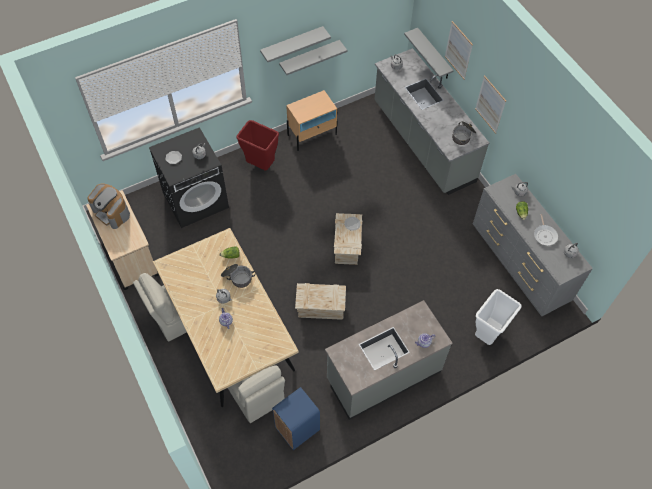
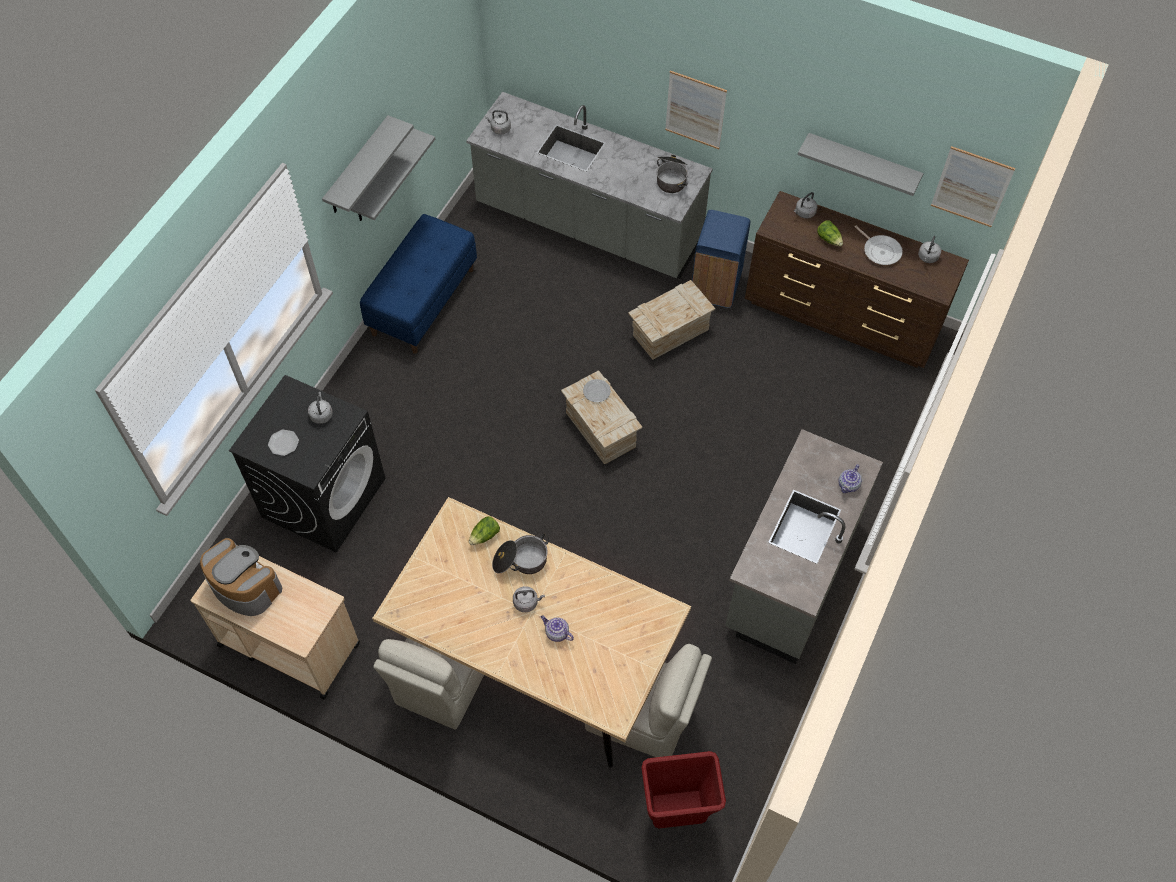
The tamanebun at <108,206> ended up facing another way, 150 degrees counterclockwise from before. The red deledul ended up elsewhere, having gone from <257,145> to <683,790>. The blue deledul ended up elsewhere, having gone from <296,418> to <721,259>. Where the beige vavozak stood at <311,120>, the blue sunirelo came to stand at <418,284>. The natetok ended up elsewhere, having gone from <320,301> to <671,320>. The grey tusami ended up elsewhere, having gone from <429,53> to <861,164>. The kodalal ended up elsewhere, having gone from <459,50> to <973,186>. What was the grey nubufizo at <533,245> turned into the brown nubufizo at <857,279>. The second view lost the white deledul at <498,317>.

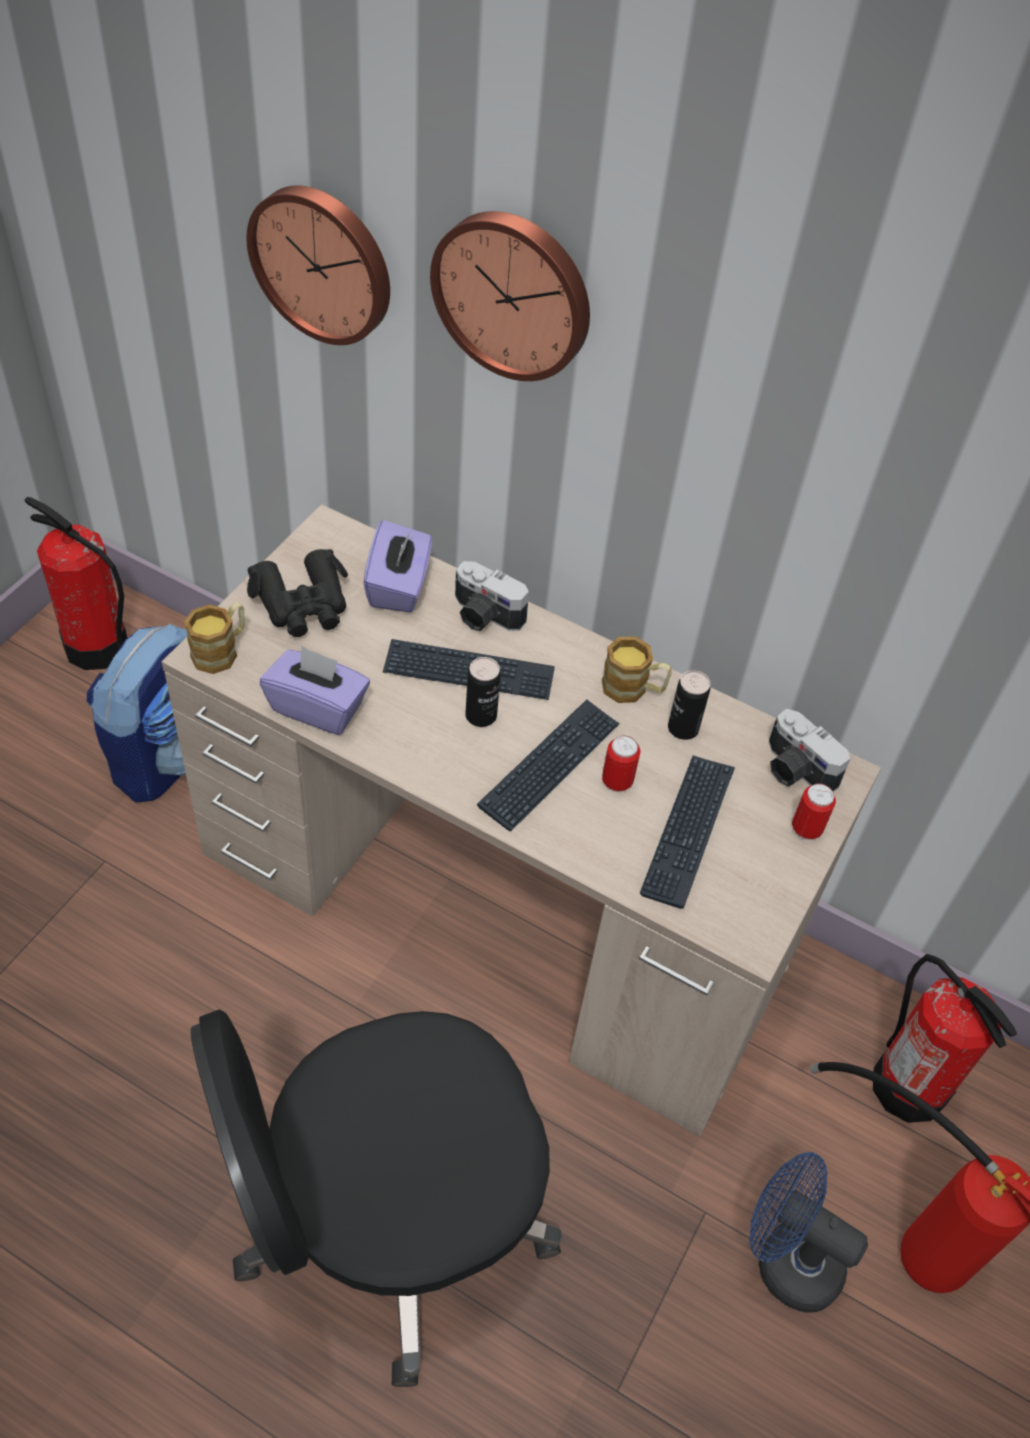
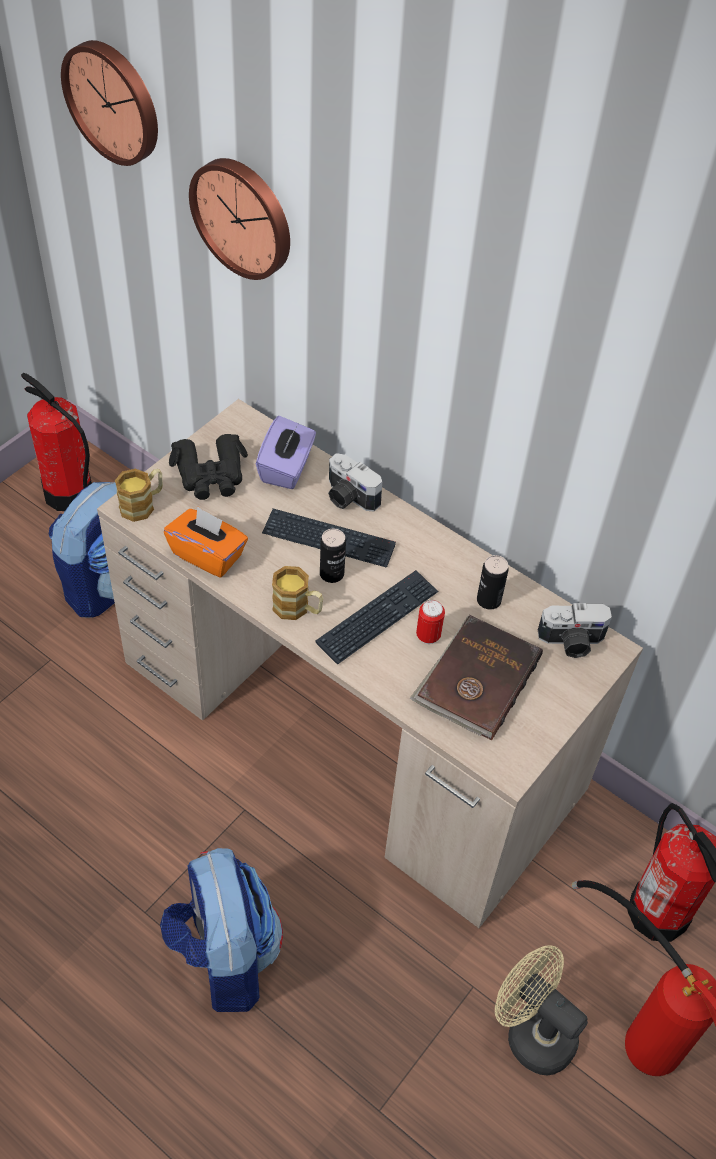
Where the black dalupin stood at <377,1198>, the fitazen came to stand at <221,930>. What was the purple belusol at <315,690> turned into the orange belusol at <206,541>. The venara ended up elsewhere, having gone from <510,296> to <109,103>. The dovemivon ended up elsewhere, having gone from <637,669> to <297,593>. Where the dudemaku stood at <687,831>, the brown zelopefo came to stand at <476,677>. What was the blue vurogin at <809,1232> turned into the beige vurogin at <541,1010>. The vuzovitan at <809,750> ended up facing another way, 60 degrees counterclockwise from before. The second view lost the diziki at <814,812>.

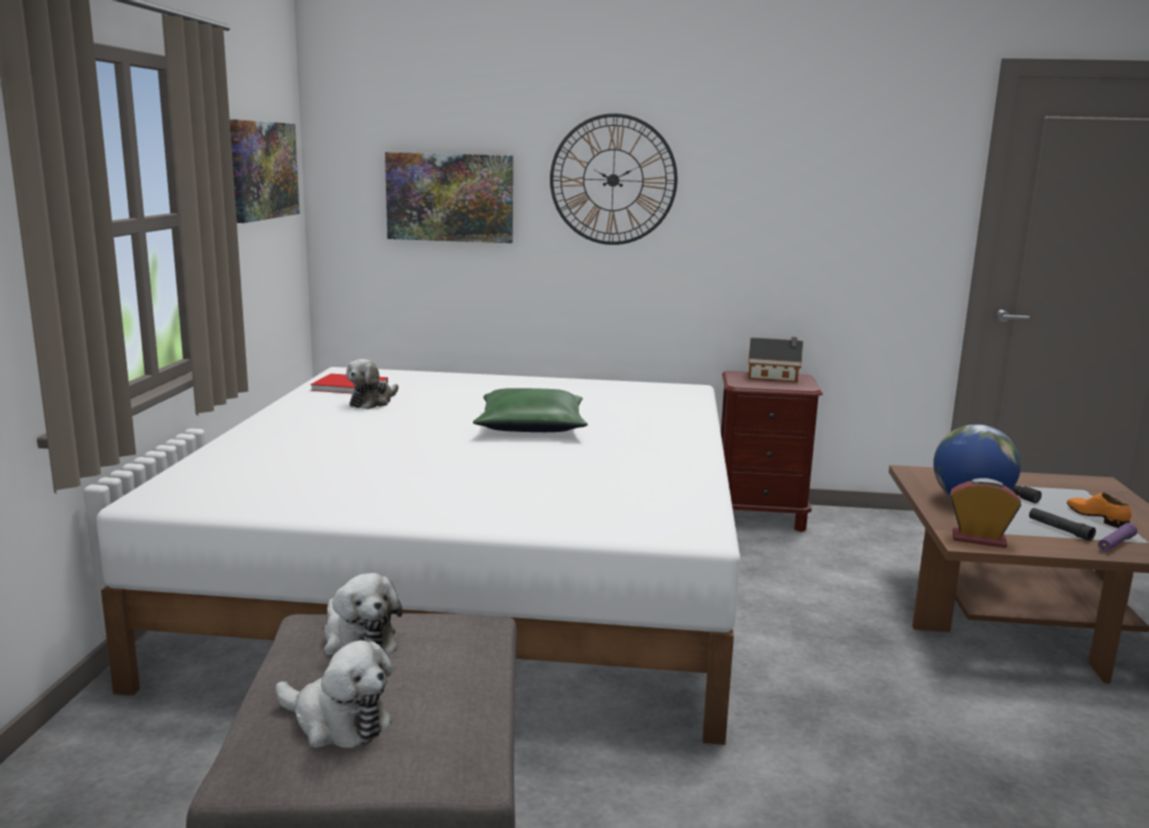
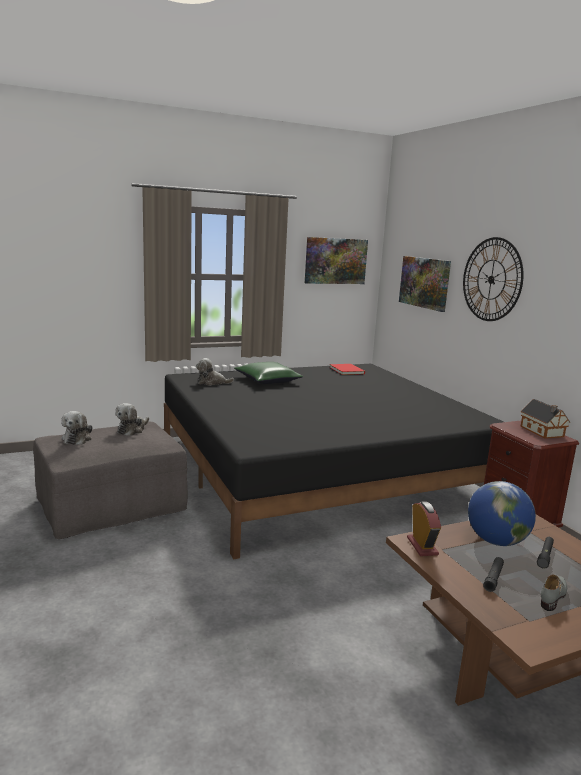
What was the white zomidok at <418,556> turned into the black zomidok at <334,461>. The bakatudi ended up elsewhere, having gone from <372,384> to <215,371>. The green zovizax ended up elsewhere, having gone from <530,410> to <268,373>. What was the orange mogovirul at <1099,510> turned into the grey mogovirul at <554,592>. The second view lost the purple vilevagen at <1117,537>.

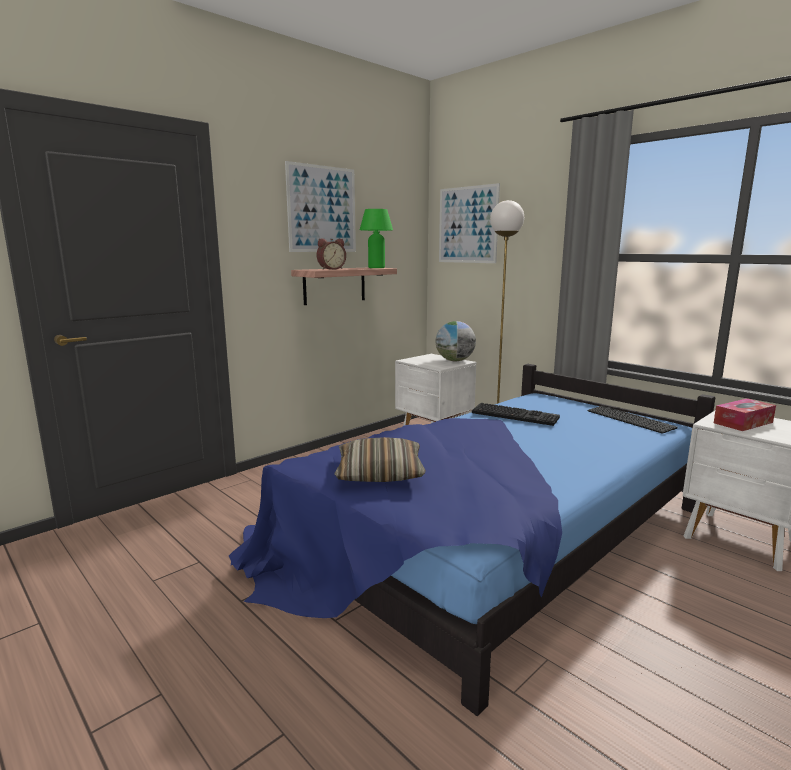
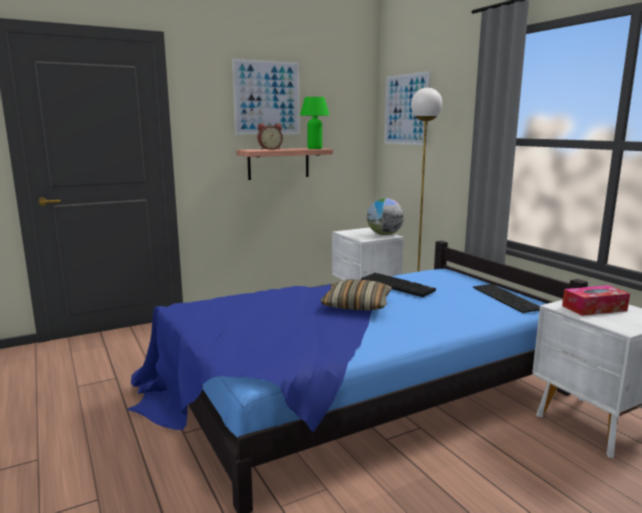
The zovizax ended up elsewhere, having gone from <380,459> to <356,295>.

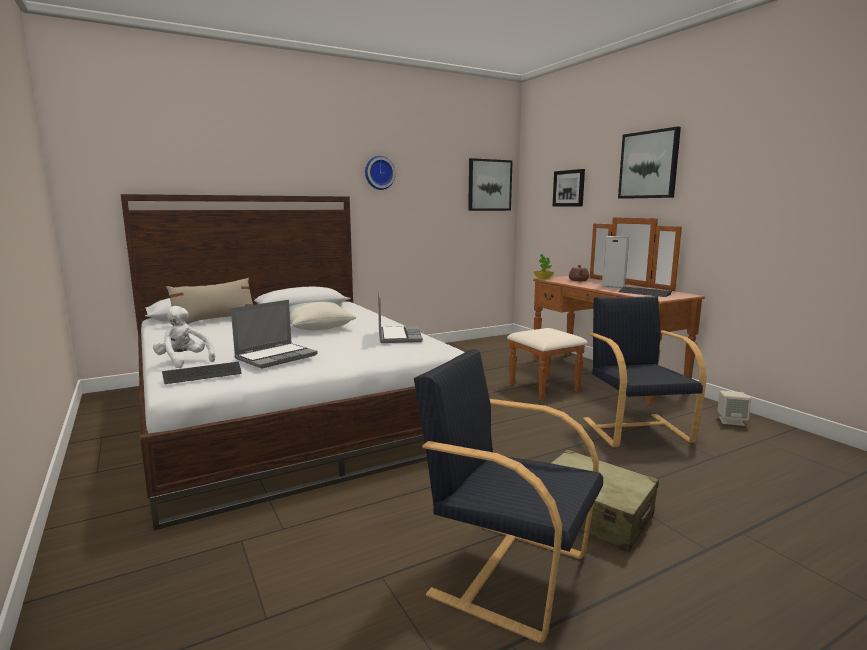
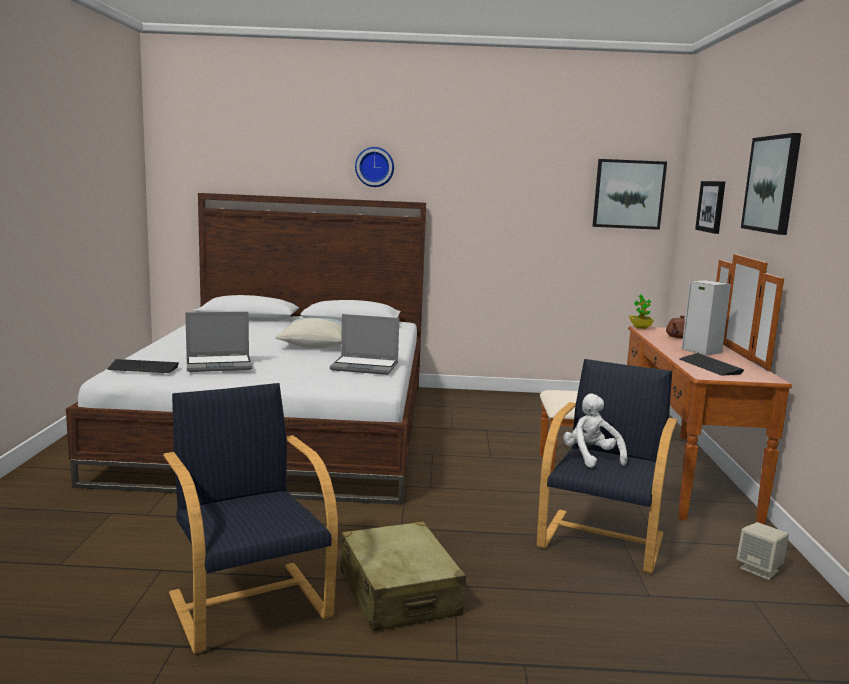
The white bakatudi ended up elsewhere, having gone from <184,337> to <595,430>. The second view lost the beige zovizax at <209,301>. The venara ended up elsewhere, having gone from <380,173> to <374,167>. The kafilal at <400,316> ended up facing another way, 75 degrees clockwise from before.

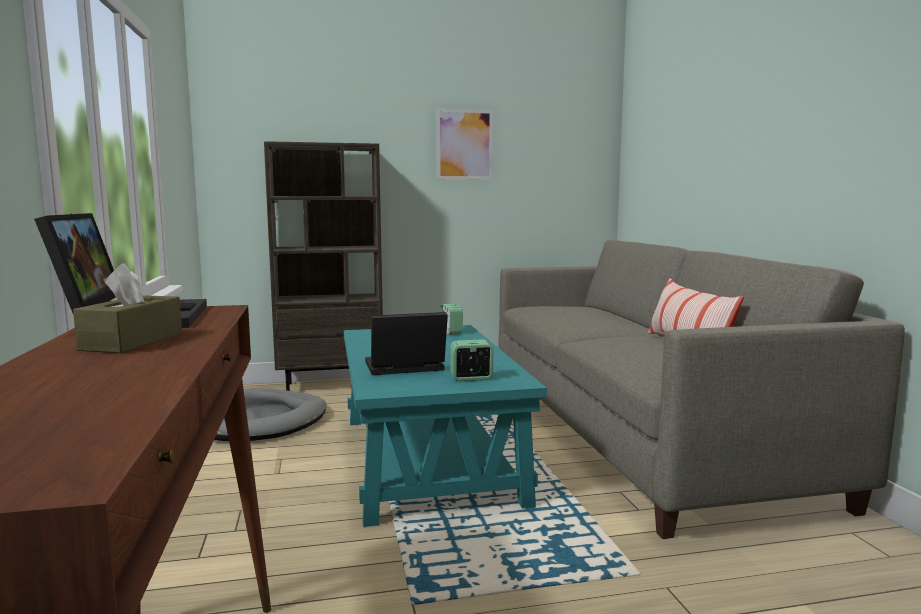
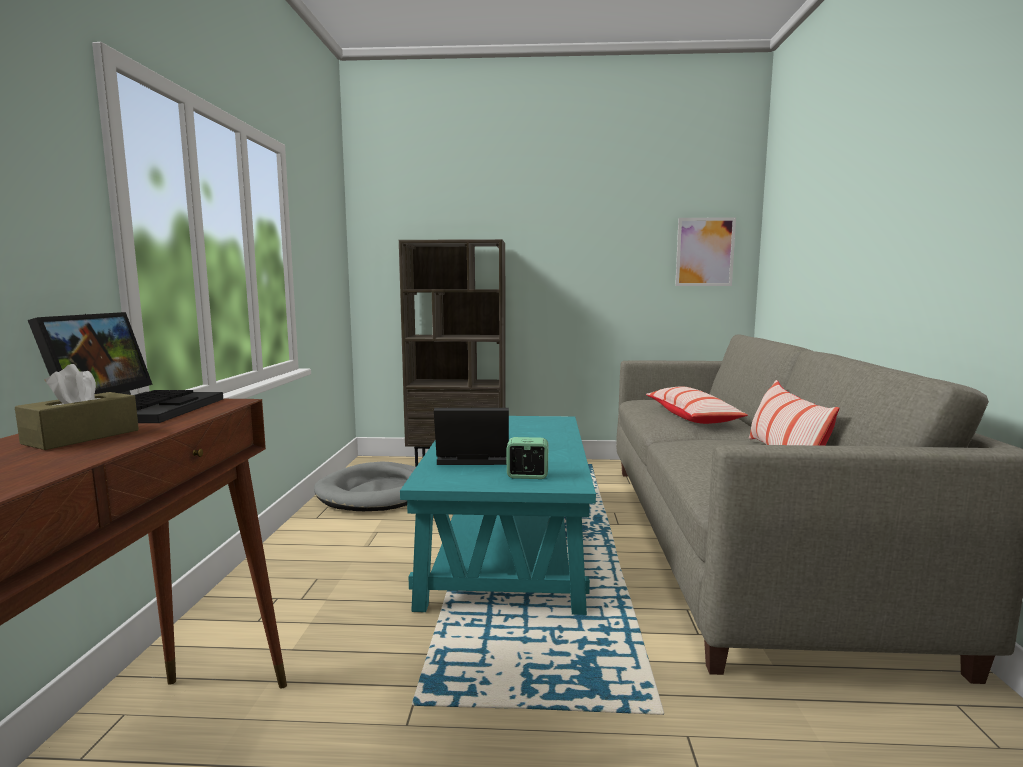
The kodalal ended up elsewhere, having gone from <465,144> to <705,251>. The second view lost the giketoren at <451,319>. The second view gained the zovizax at <697,405>.

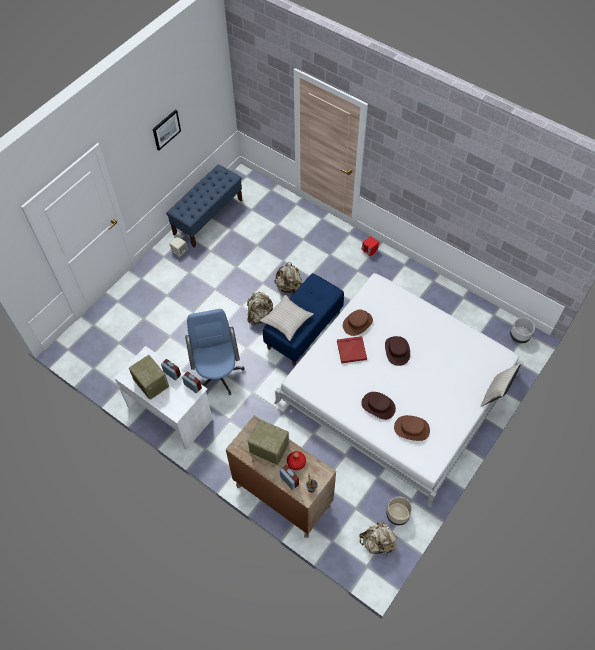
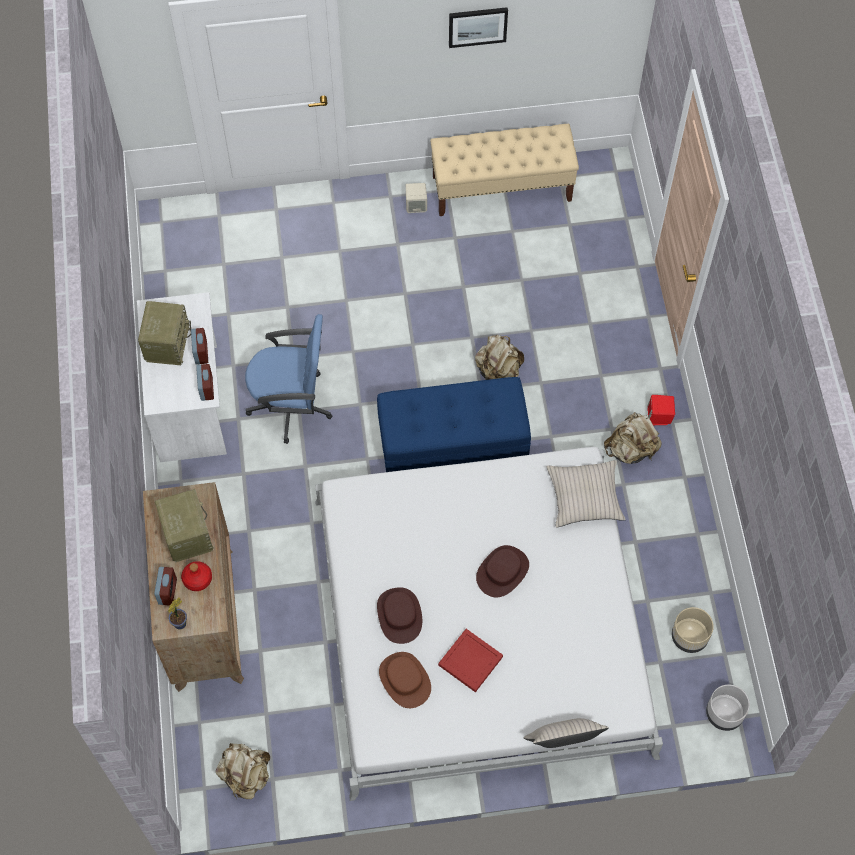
What was the blue sunirelo at <204,206> turned into the beige sunirelo at <504,170>. The blue dalupin at <214,352> ended up facing another way, 60 degrees clockwise from before. The beige fitazen ended up elsewhere, having gone from <260,308> to <633,438>. The beige zovizax ended up elsewhere, having gone from <287,318> to <586,494>. The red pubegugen ended up elsewhere, having gone from <352,349> to <470,660>. The second view lost the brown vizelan at <358,322>. The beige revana ended up elsewhere, having gone from <399,511> to <693,630>.

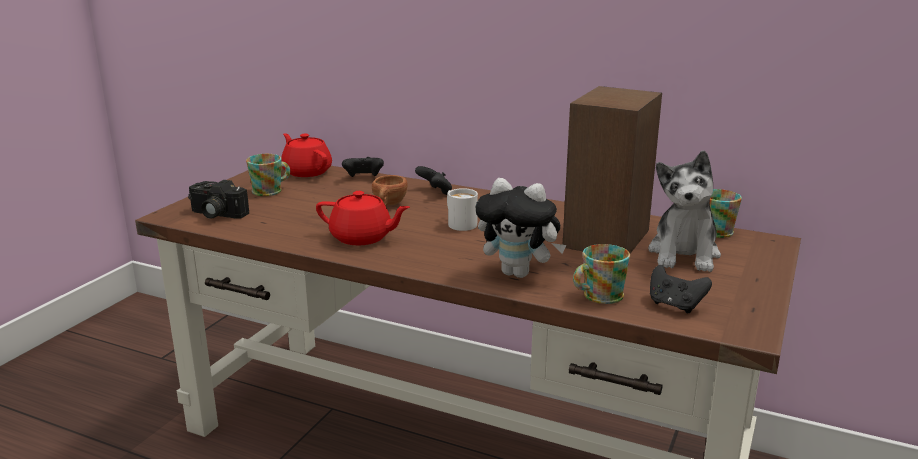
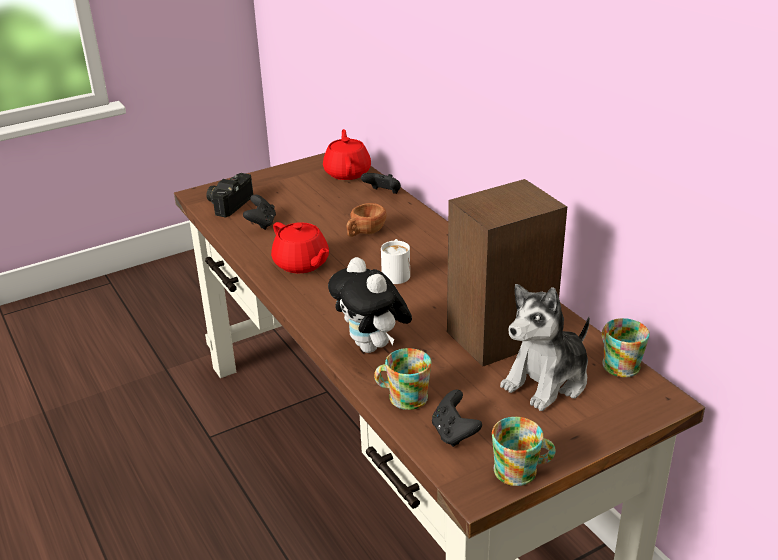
The vuzovitan at <218,199> ended up facing another way, 60 degrees clockwise from before. The dovemivon ended up elsewhere, having gone from <268,175> to <524,451>. The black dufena ended up elsewhere, having gone from <433,180> to <259,212>.

